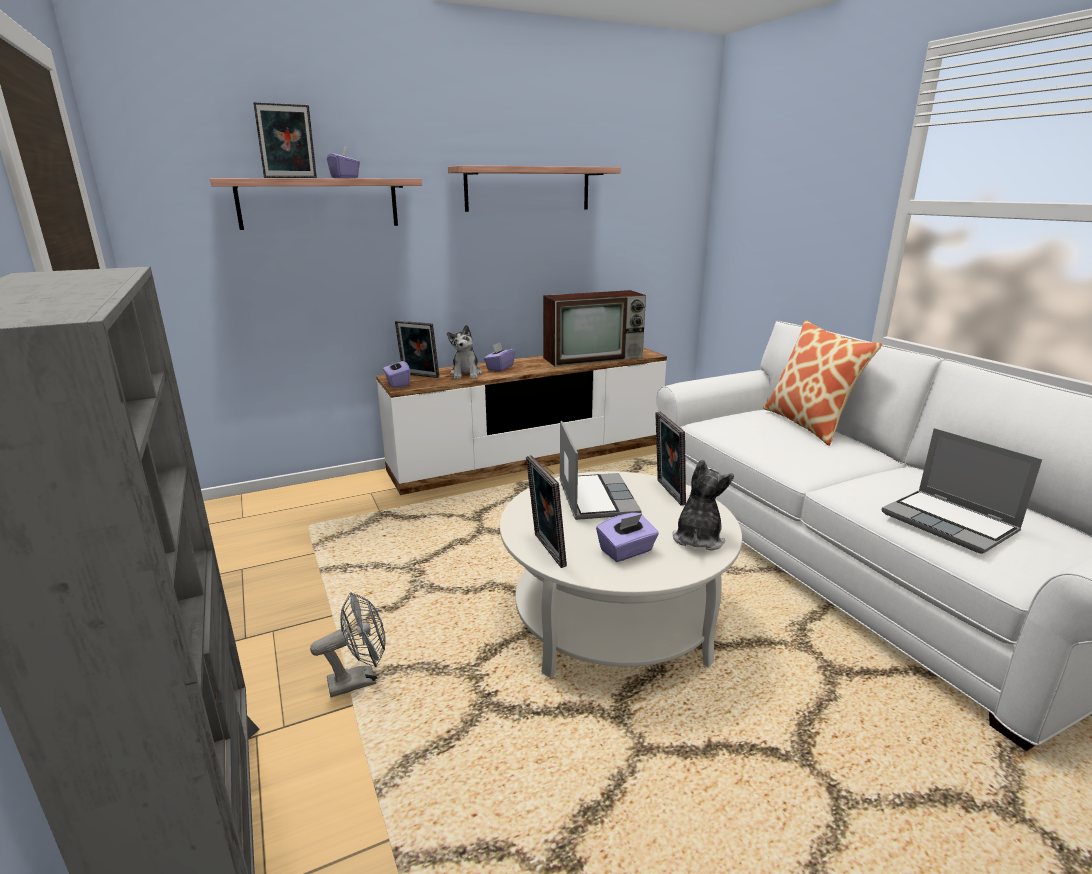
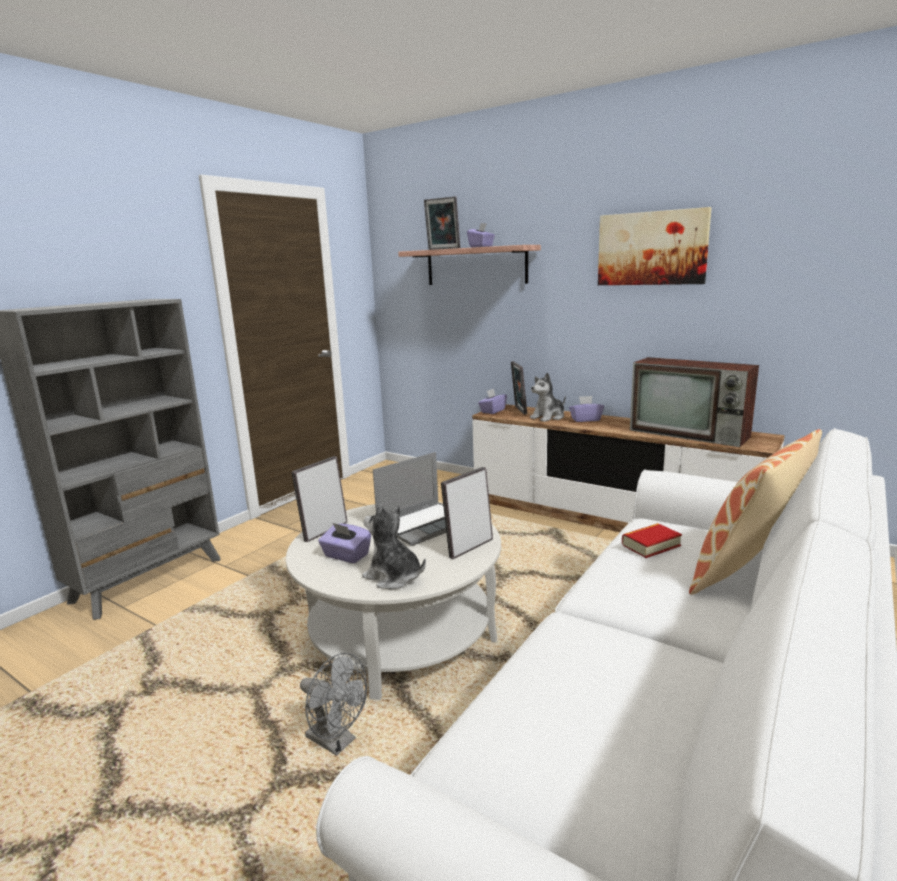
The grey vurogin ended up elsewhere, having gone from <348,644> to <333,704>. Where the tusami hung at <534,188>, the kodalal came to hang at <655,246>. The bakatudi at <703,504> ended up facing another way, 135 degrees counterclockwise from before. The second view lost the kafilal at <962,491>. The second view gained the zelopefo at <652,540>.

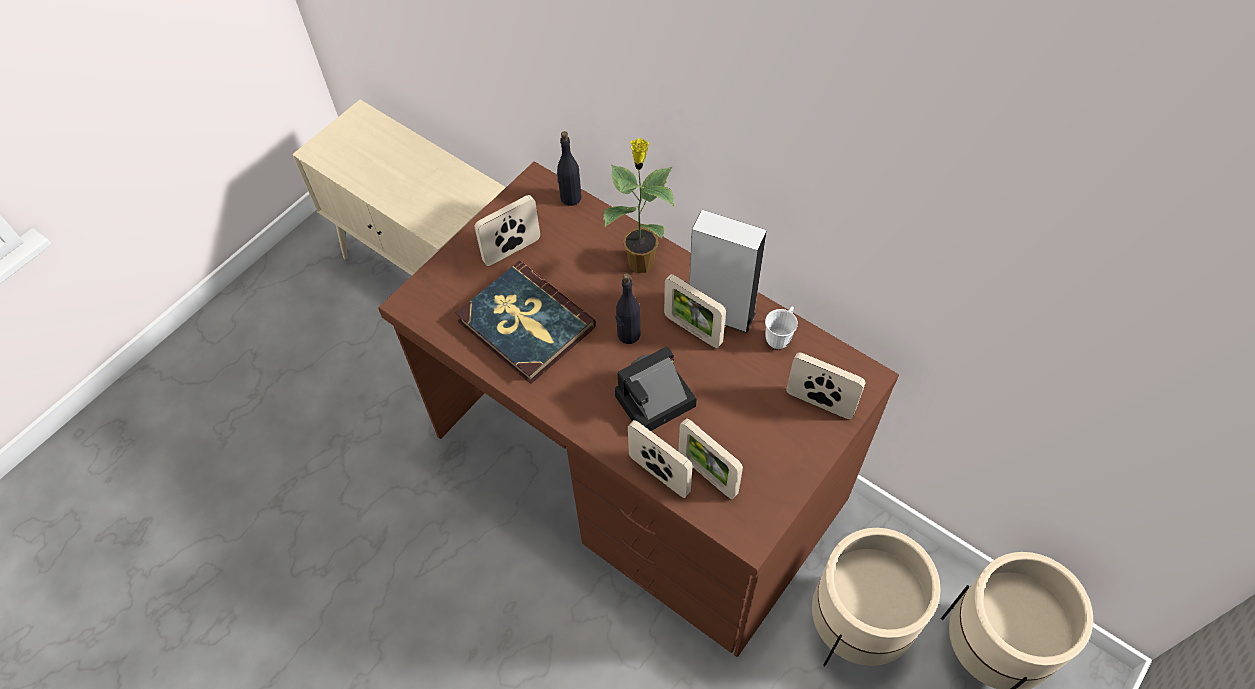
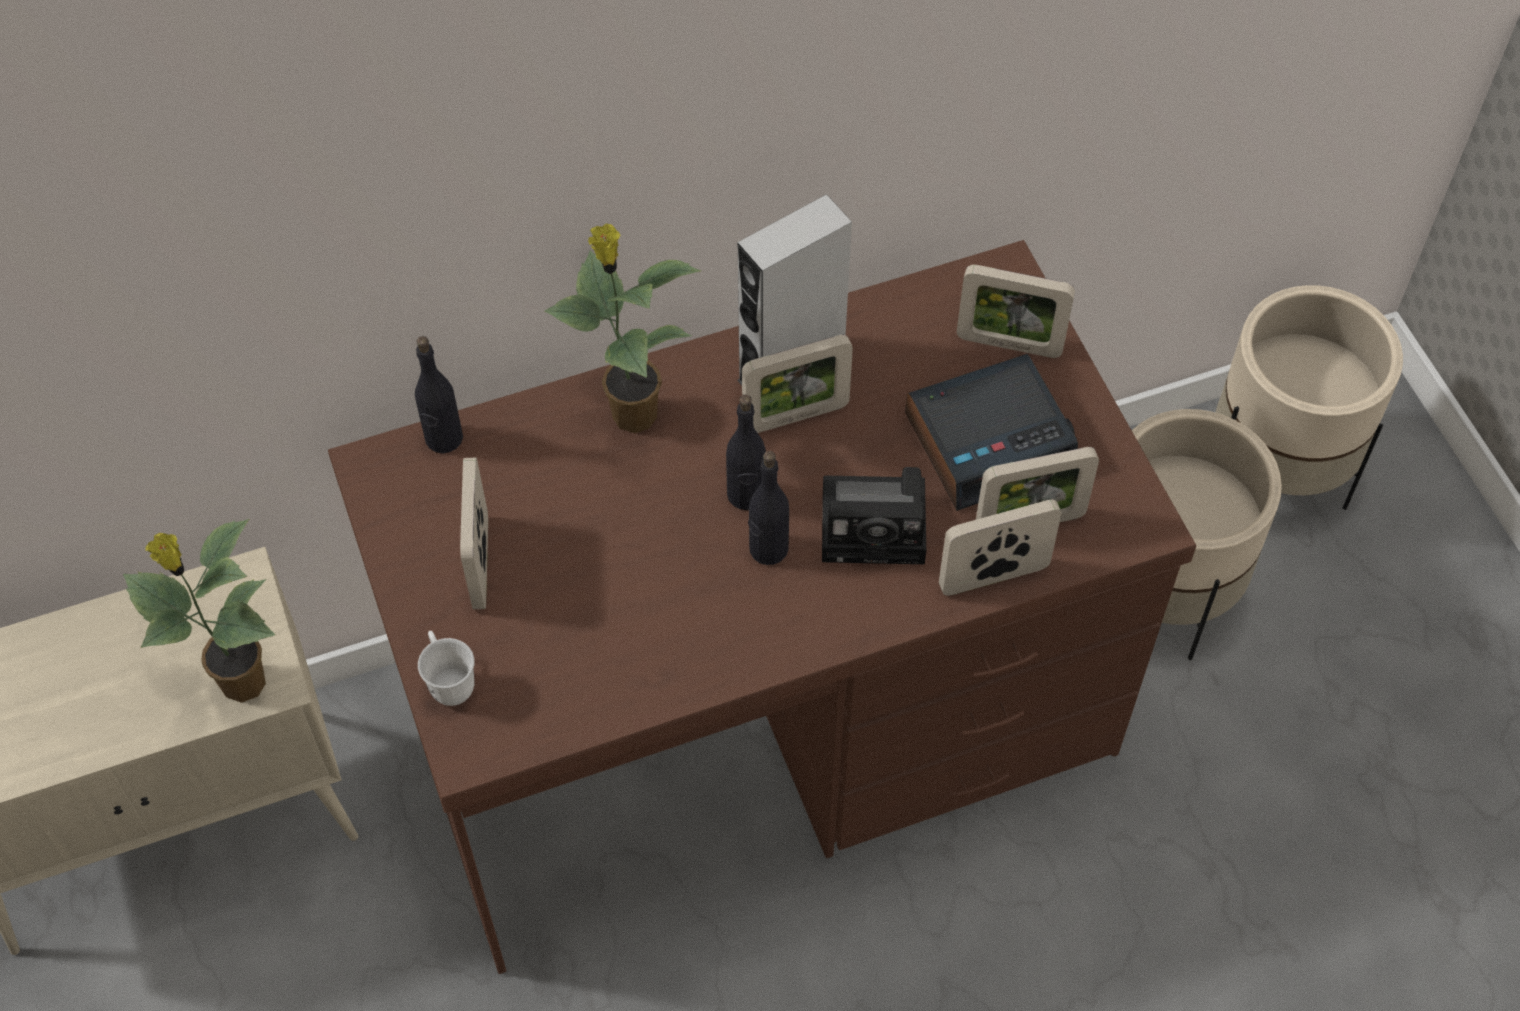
The second view lost the zelopefo at <525,322>. The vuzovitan at <656,389> ended up facing another way, 90 degrees counterclockwise from before. The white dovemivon ended up elsewhere, having gone from <781,327> to <446,668>. The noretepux at <826,386> ended up facing another way, 135 degrees counterclockwise from before. The second view gained the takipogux at <199,611>. The second view gained the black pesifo at <768,508>. The second view gained the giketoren at <991,432>.

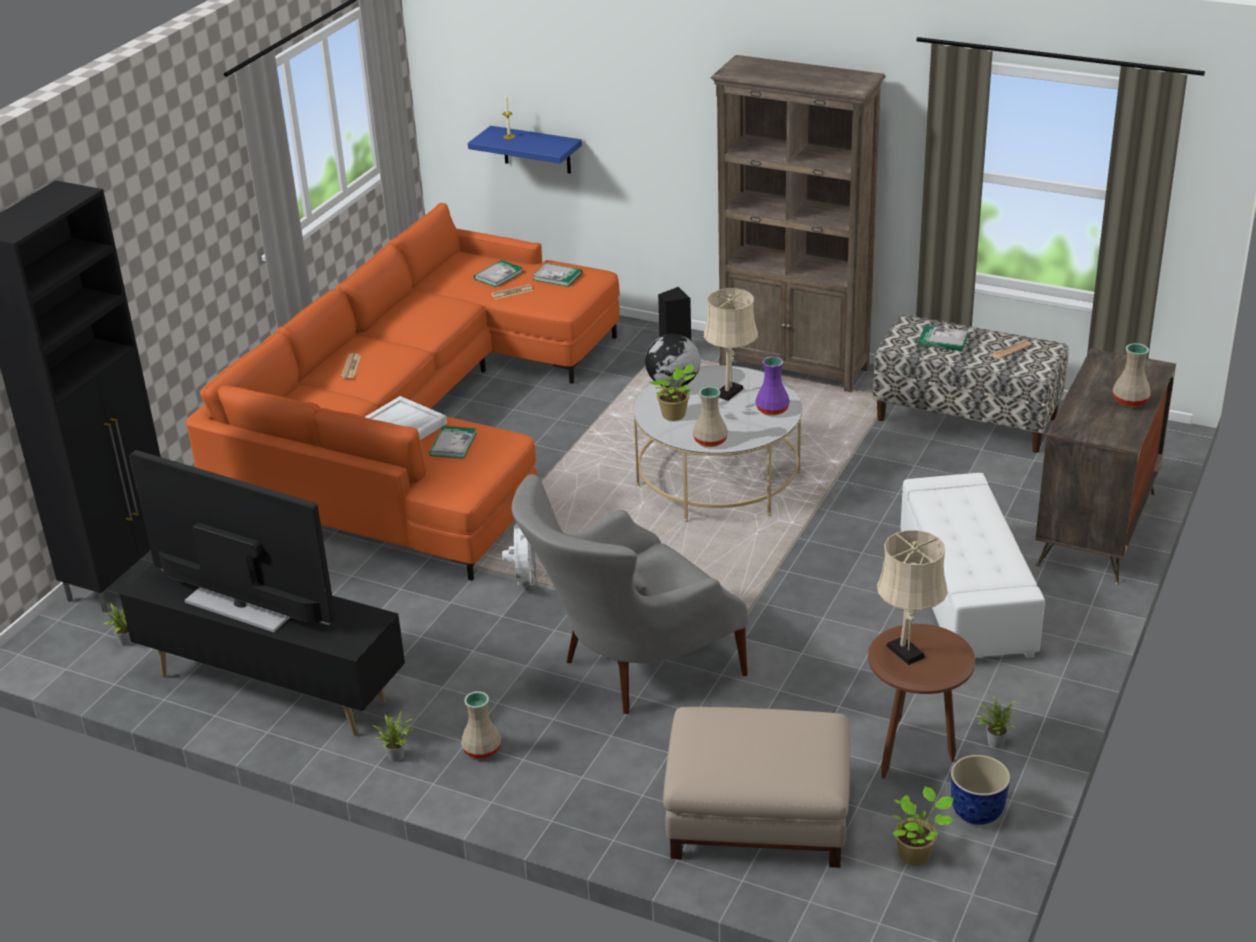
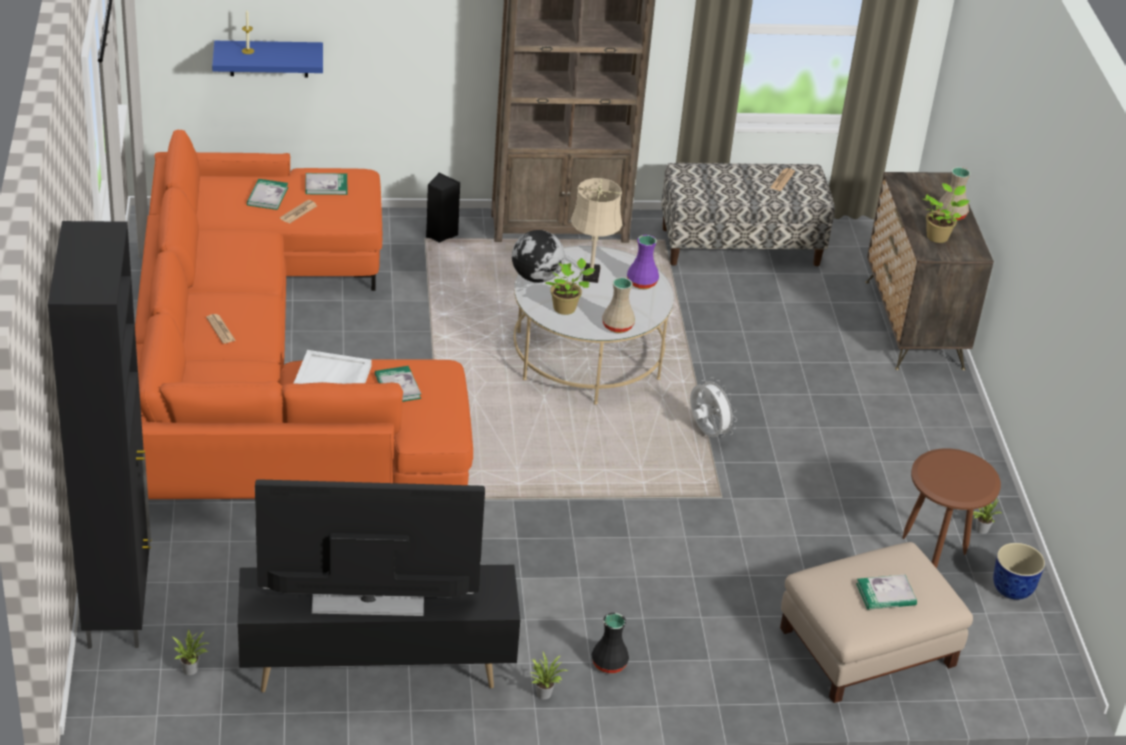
What was the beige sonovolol at <481,725> turned into the black sonovolol at <610,643>. The white vurogin ended up elsewhere, having gone from <519,557> to <713,407>. The second view lost the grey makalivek at <630,594>. The second view lost the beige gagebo at <912,597>. The takipogux ended up elsewhere, having gone from <922,826> to <946,213>. The second view lost the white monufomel at <972,565>. The zelopefo ended up elsewhere, having gone from <943,338> to <886,592>.

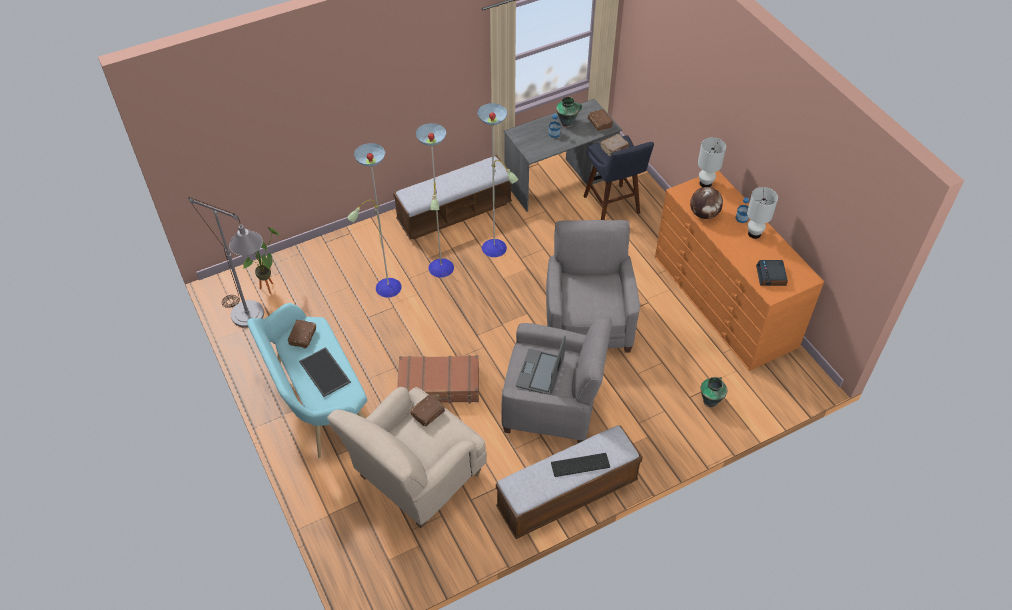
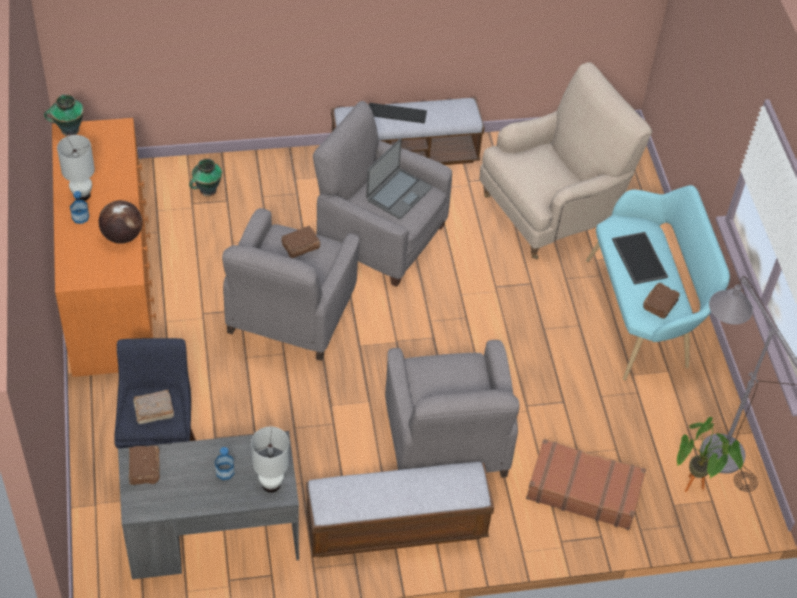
Where the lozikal stood at <432,200>, the grey makalivek came to stand at <452,409>. The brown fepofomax ended up elsewhere, having gone from <438,379> to <586,484>. The brown zelopefo ended up elsewhere, having gone from <427,410> to <300,242>. The sonovolol ended up elsewhere, having gone from <569,112> to <64,115>. The white gagebo ended up elsewhere, having gone from <712,162> to <270,460>. The second view lost the giketoren at <772,273>.

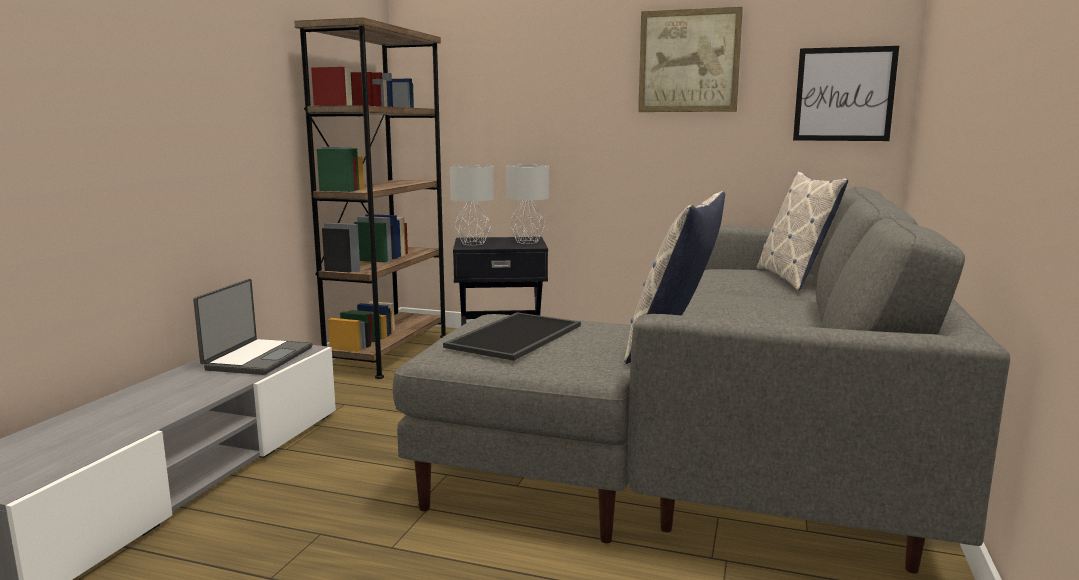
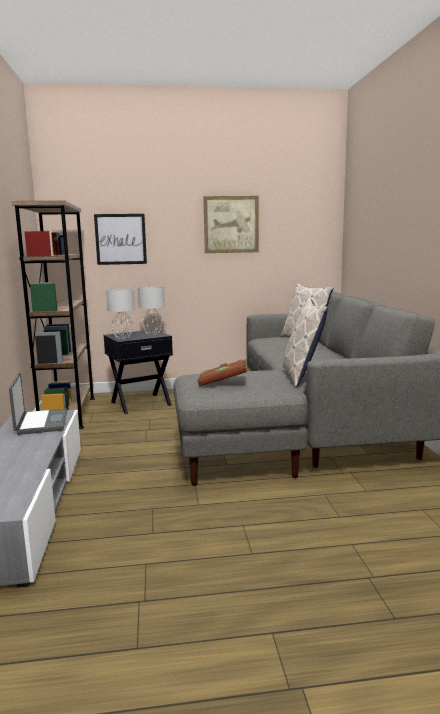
Where the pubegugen stood at <512,336>, the brown zelopefo came to stand at <223,372>. The kodalal ended up elsewhere, having gone from <846,93> to <120,239>.

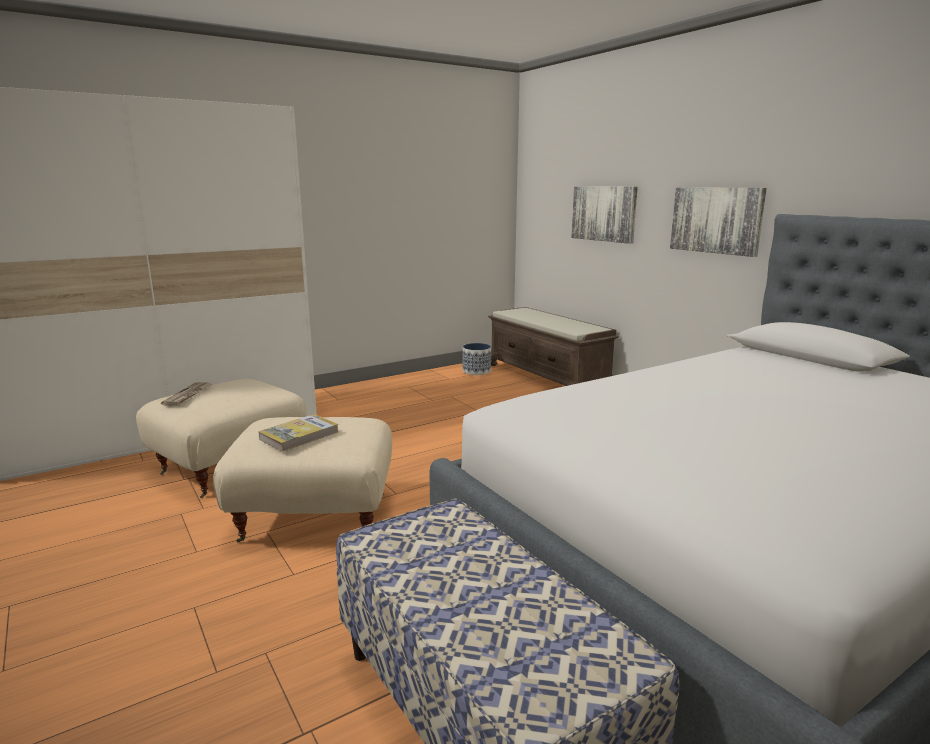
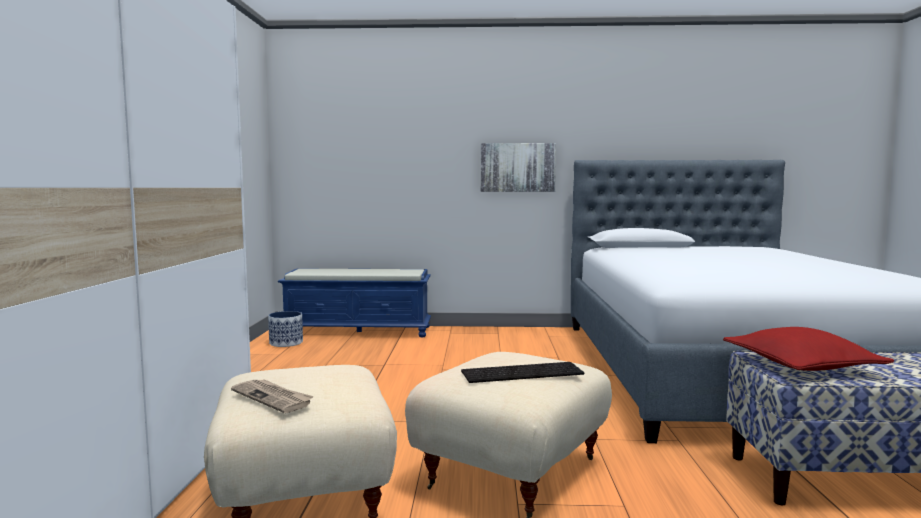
Where the zelopefo stood at <298,433>, the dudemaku came to stand at <522,372>. What was the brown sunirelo at <553,346> turned into the blue sunirelo at <354,302>. The second view lost the kodalal at <604,215>. The second view gained the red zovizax at <809,349>.

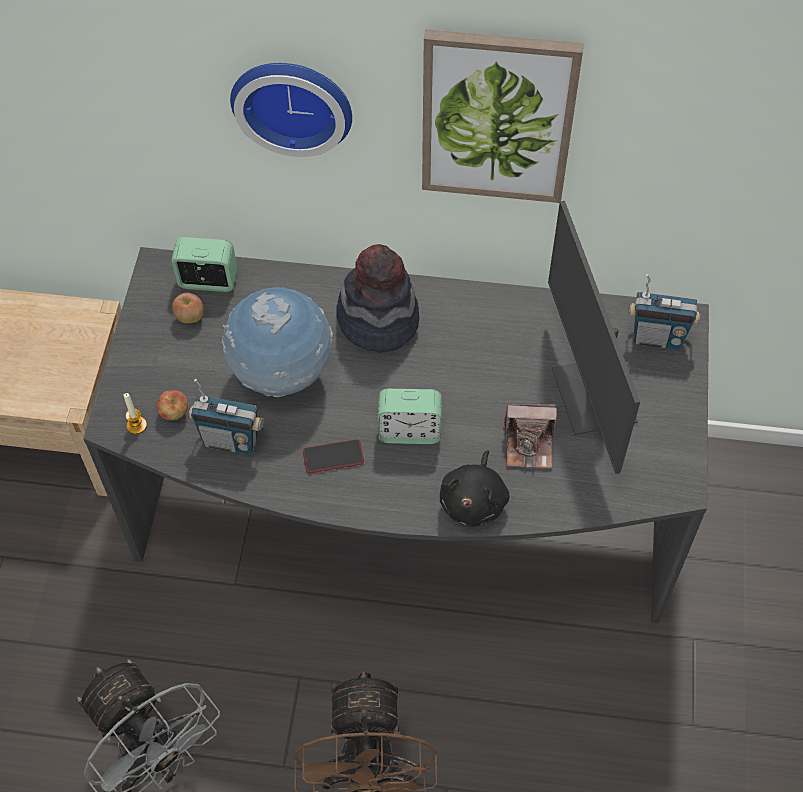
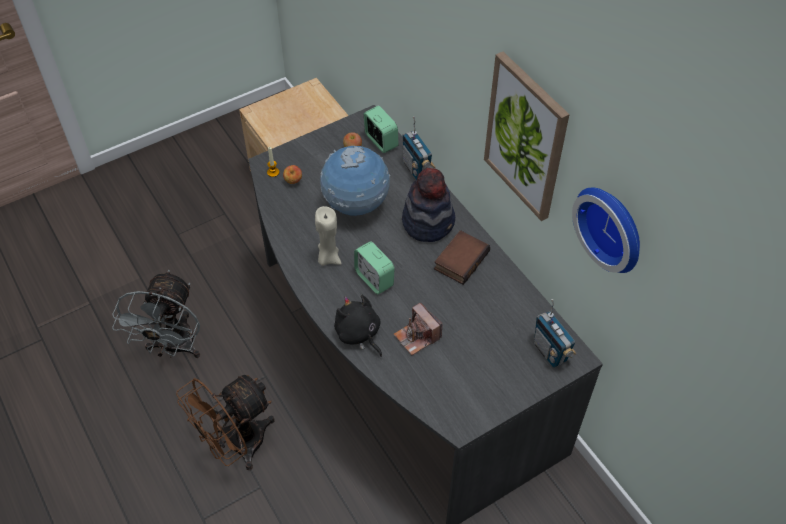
The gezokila ended up elsewhere, having gone from <226,417> to <419,148>. The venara ended up elsewhere, having gone from <291,110> to <606,230>. Where the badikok stood at <333,456>, the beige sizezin came to stand at <328,236>. The black bakatudi at <475,488> ended up facing another way, 75 degrees clockwise from before. The second view lost the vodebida at <594,337>. The second view gained the zelopefo at <462,257>.

